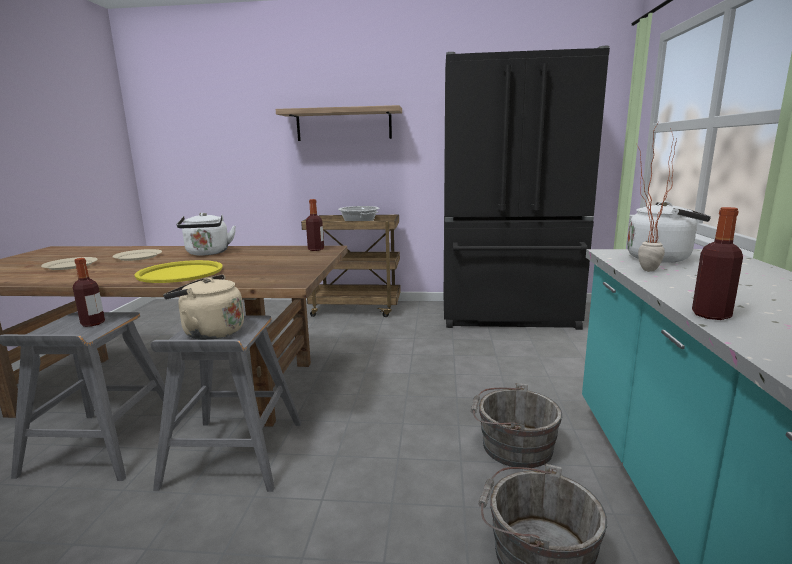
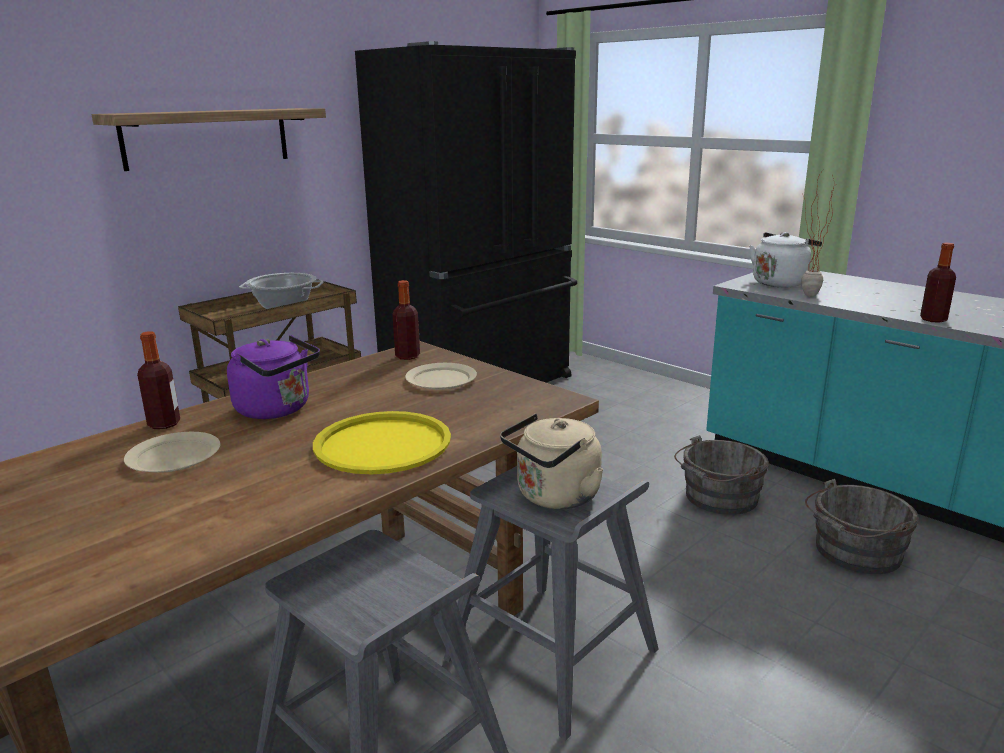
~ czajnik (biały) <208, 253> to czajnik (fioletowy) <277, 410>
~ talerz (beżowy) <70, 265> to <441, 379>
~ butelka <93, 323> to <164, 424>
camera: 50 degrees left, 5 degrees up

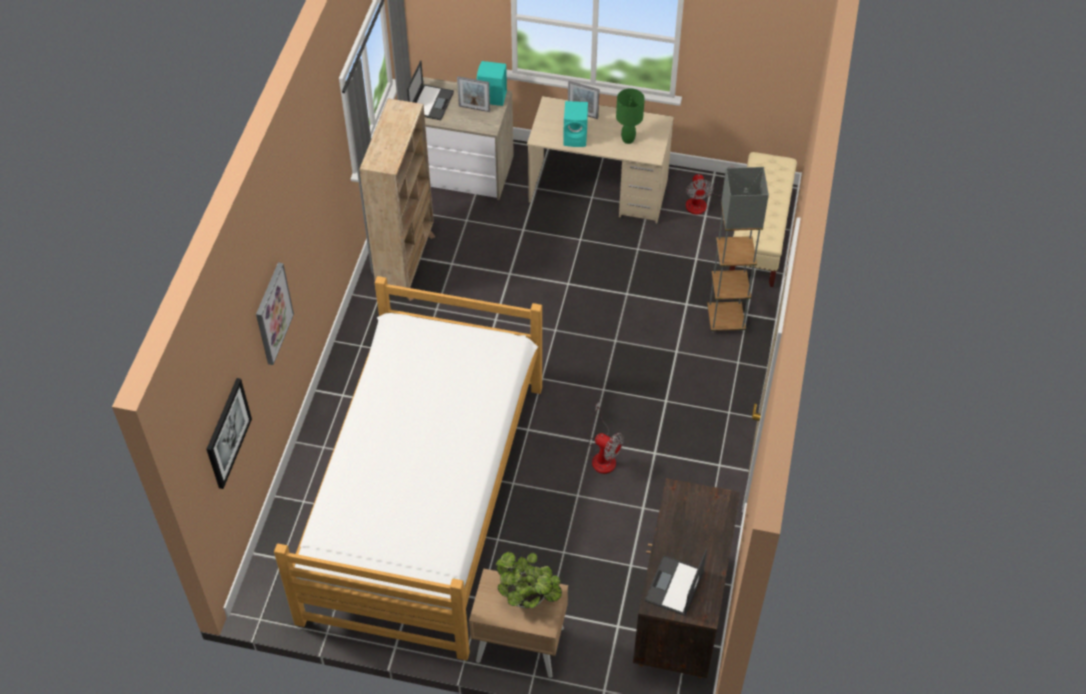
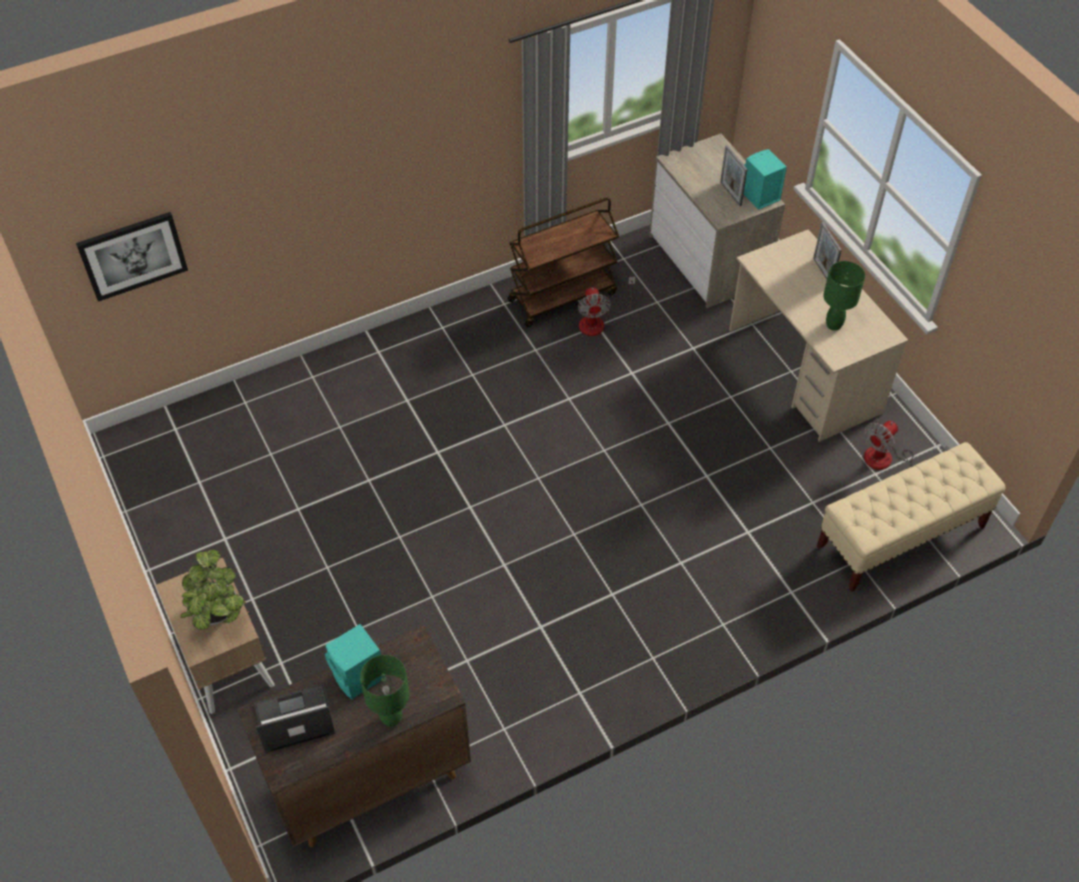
- laptop <431, 102>
~ regał (beżowy) <406, 264> to wózek (brązowy) <562, 296>
~ głośnik (turkusowy) <576, 137> to <359, 677>
- lampa stojąca (szary) <725, 320>
- obraz <272, 313>
- łóżko <424, 500>
~ wentylator <603, 455> to <598, 321>
+ lampa stołowa (zielony) <391, 719>
camera: 50 degrees right, 0 degrees up

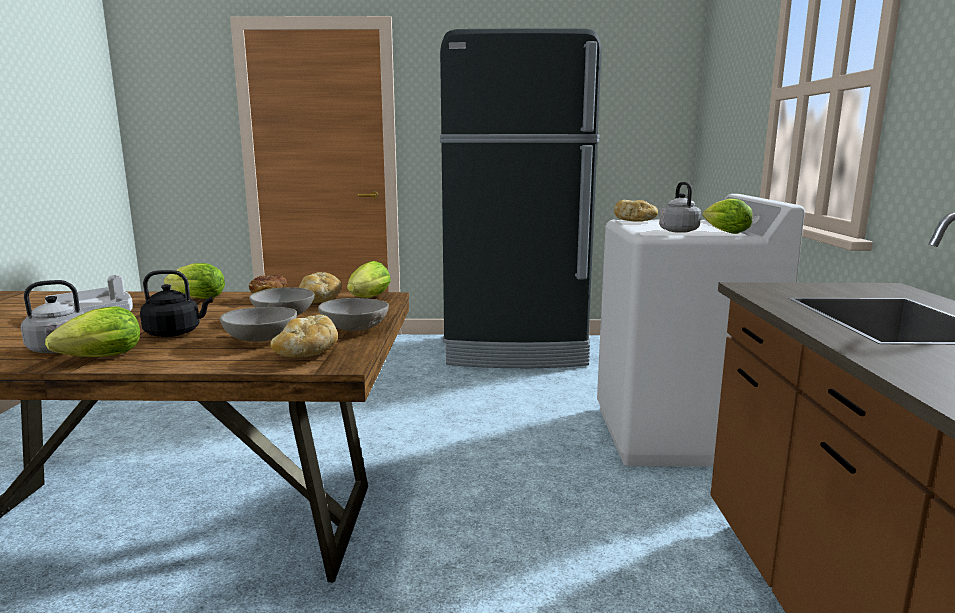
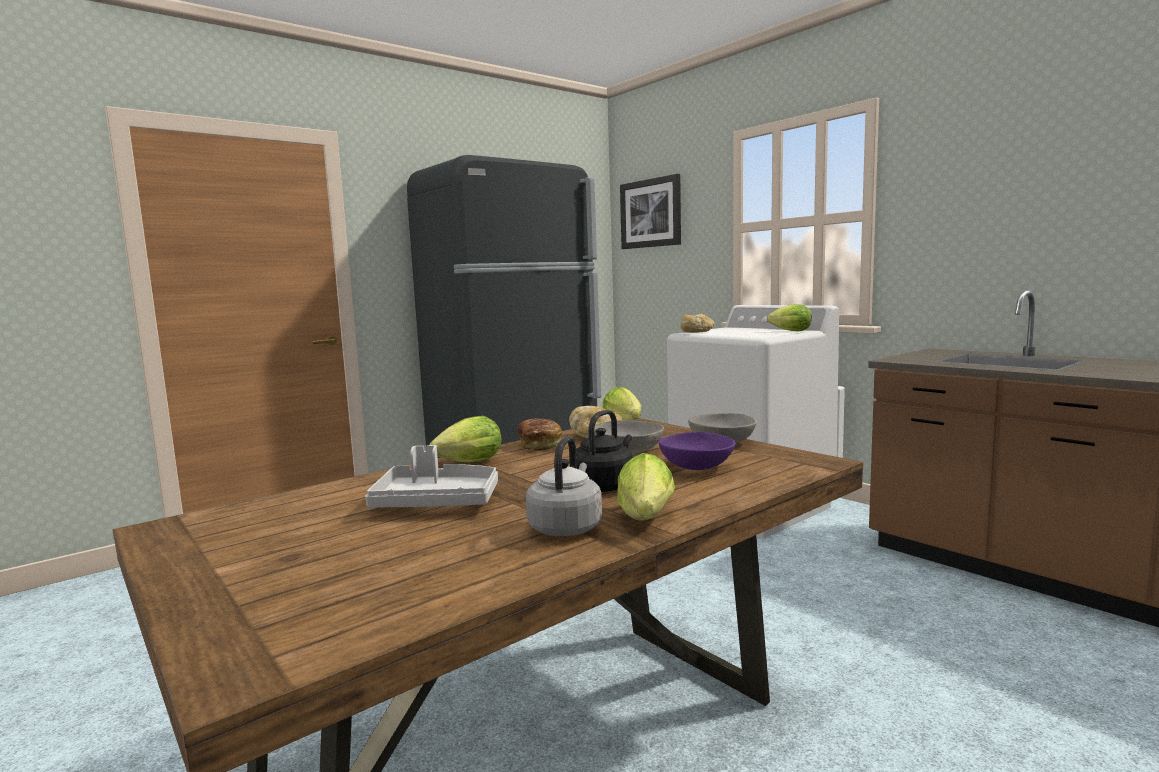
- czajnik (szary) <677, 231>
~ miska (szary) <260, 339> to miska (fioletowy) <696, 468>
- chleb <307, 354>
+ obraz <650, 213>
camera: 40 degrees left, 5 degrees down

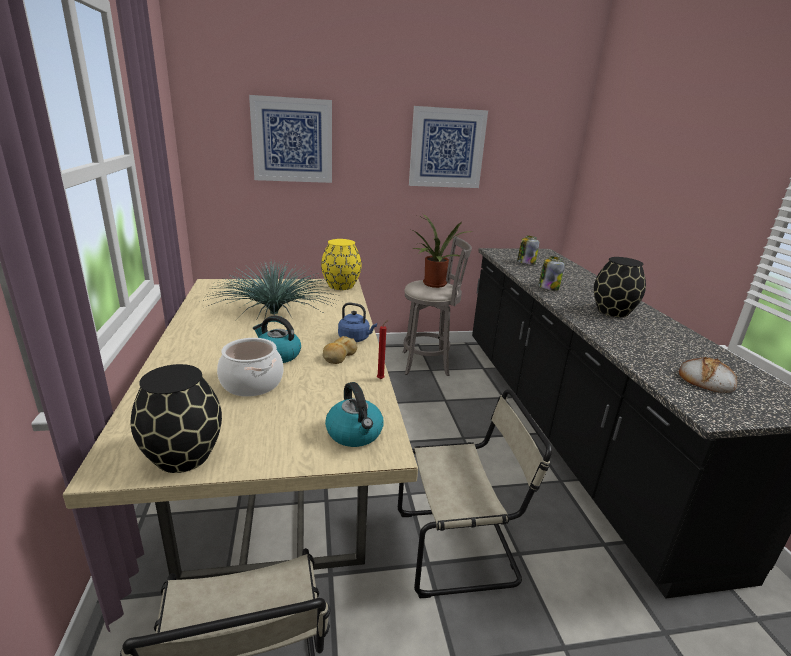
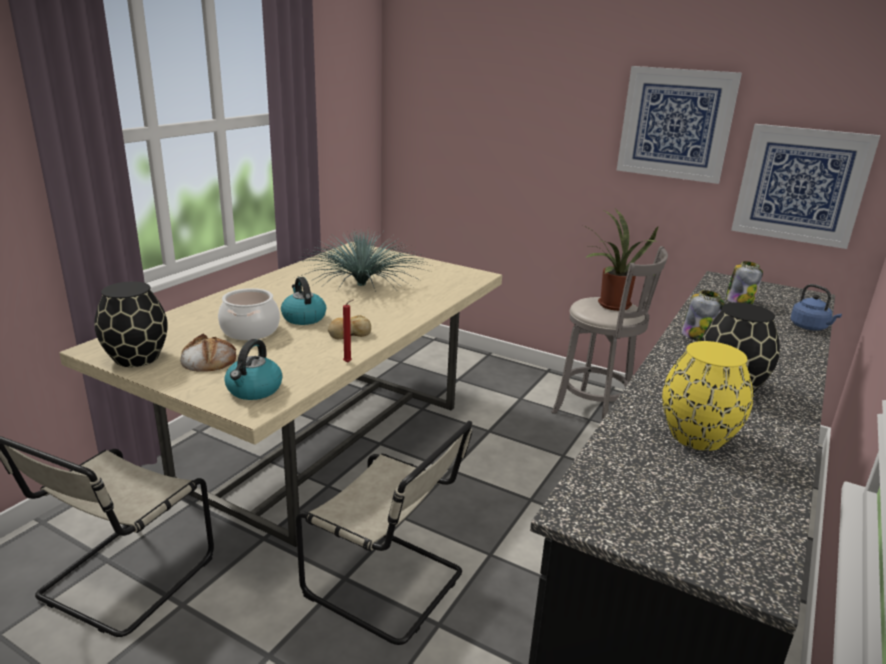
~ obraz <292, 140> to <801, 185>
~ wazon (żółty) <340, 286> to <696, 436>
~ czajnik (niebieski) <355, 339> to <810, 327>
~ chleb <705, 379> to <208, 359>
camera: 40 degrees right, 0 degrees up

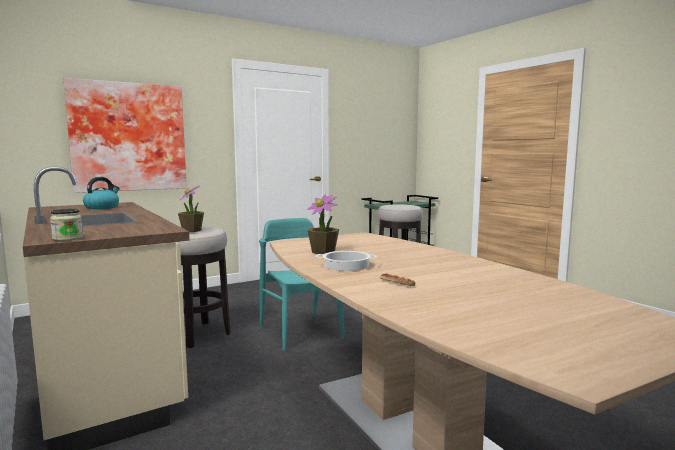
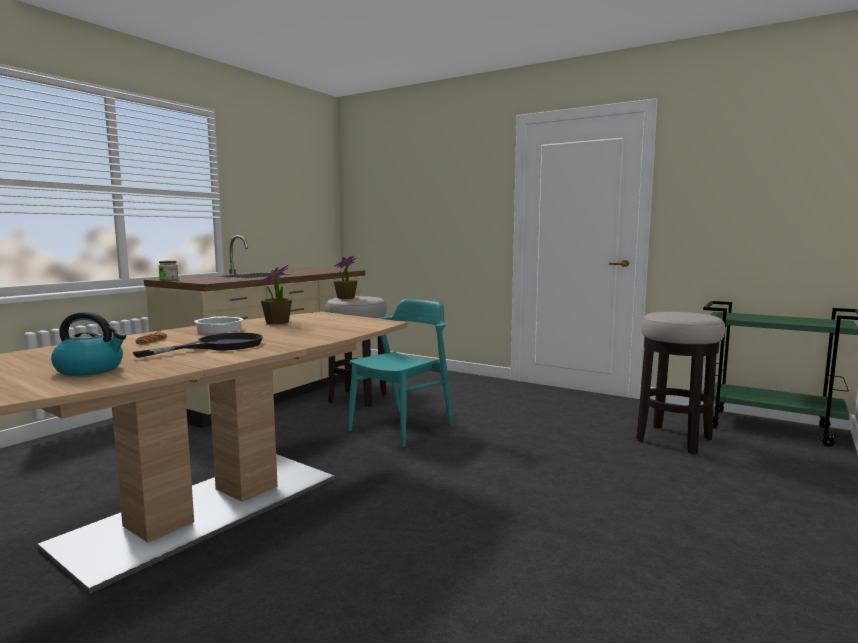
- obraz <128, 137>
~ czajnik <102, 207> to <91, 369>
+ patelnia (czarny) <218, 346>
camera: 65 degrees right, 0 degrees up

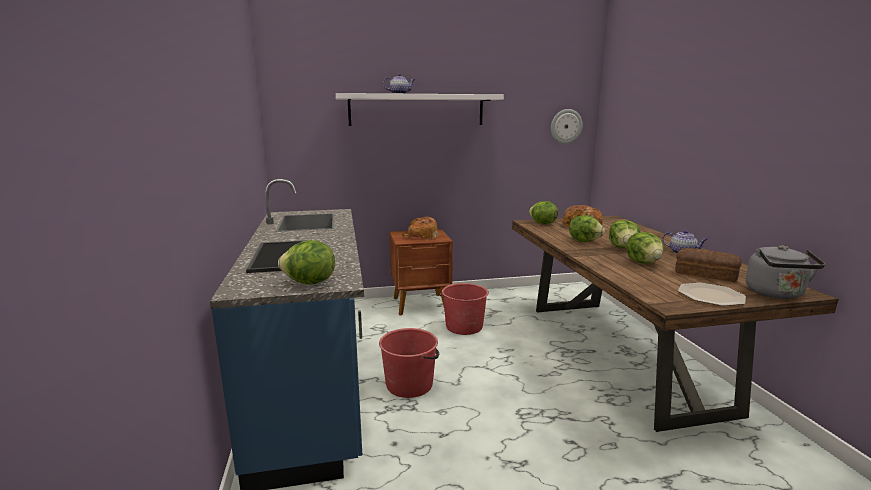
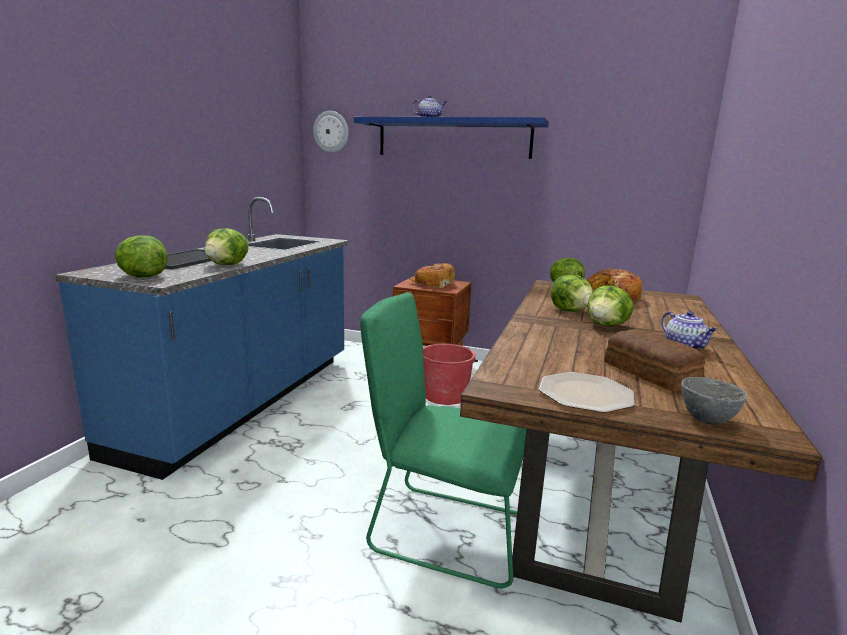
~ półka (biały) <417, 110> to półka (niebieski) <453, 138>
~ zegar ścienny <566, 126> to <331, 132>
~ sałata <644, 262> to <228, 265>
~ czajnik (szary) <776, 294> to miska (szary) <706, 420>
- wiadro (czerwony) <410, 384>
+ krzesło (zielony) <443, 530>
camera: 30 degrees right, 0 degrees up

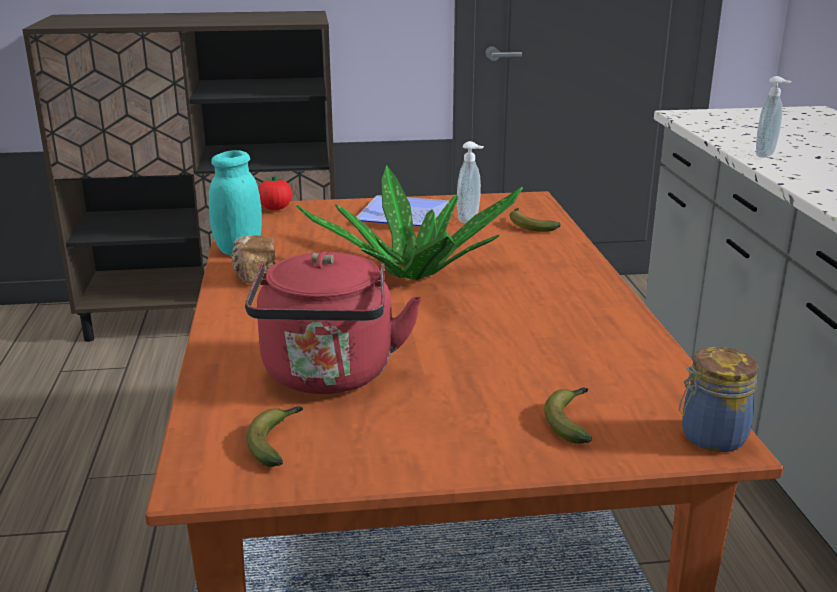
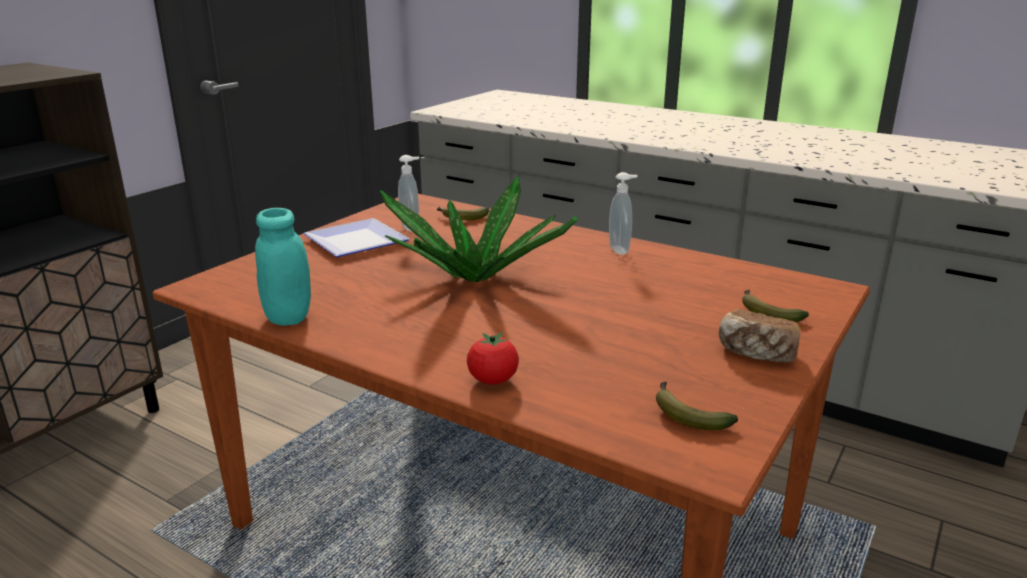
~ dozownik mydła <767, 155> to <620, 250>
~ pomidor <275, 209> to <493, 380>
~ chleb <254, 274> to <756, 353>
- czajnik (czerwony) <328, 377>
- słoik <710, 437>
camera: 50 degrees left, 0 degrees up

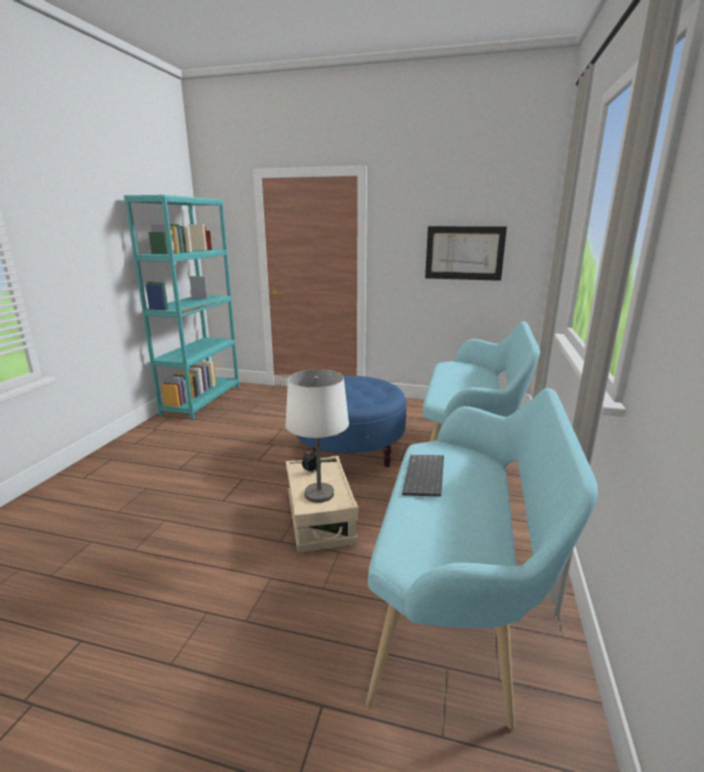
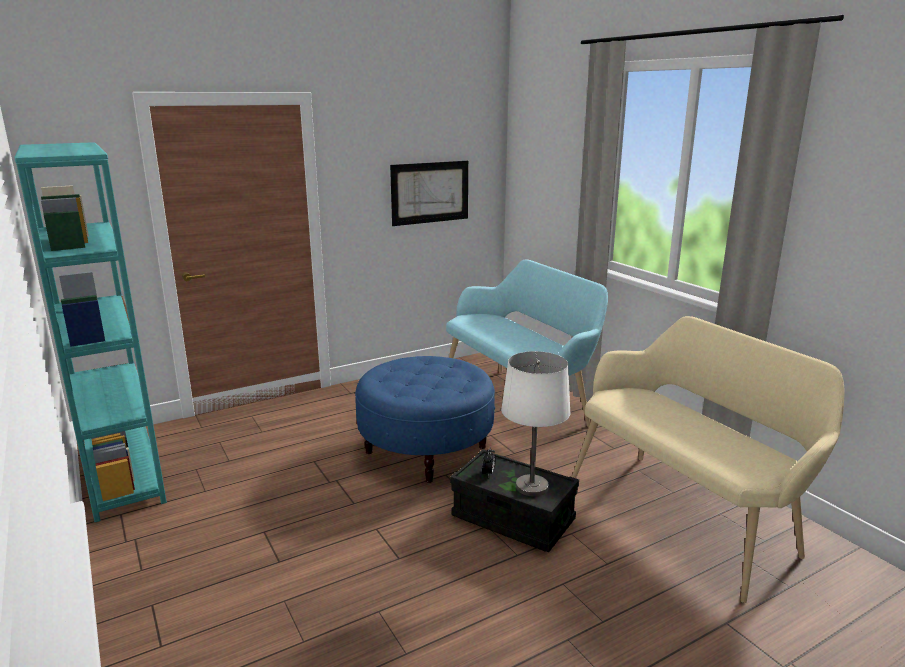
~ ławka (turkusowy) <460, 602> to ławka (beżowy) <687, 514>
- klawiatura <425, 477>
~ pojemnik do przechowywania (beżowy) <320, 518> to pojemnik do przechowywania (czarny) <513, 519>
camera: 45 degrees left, 0 degrees up

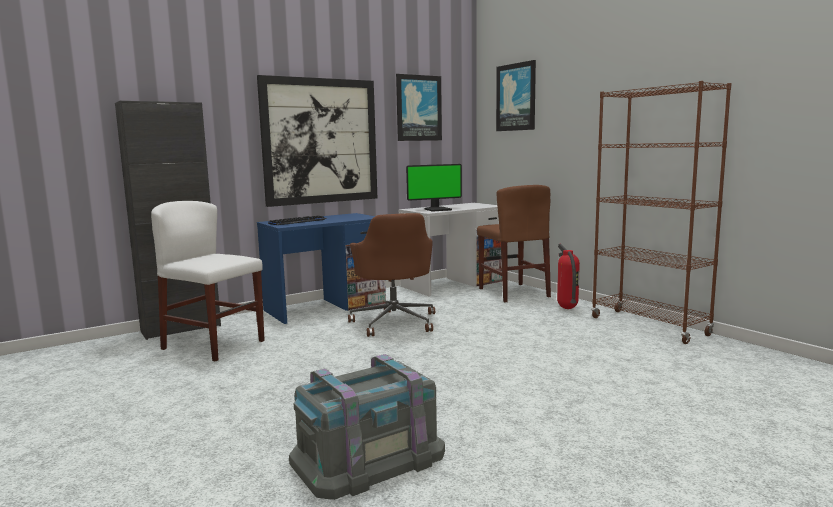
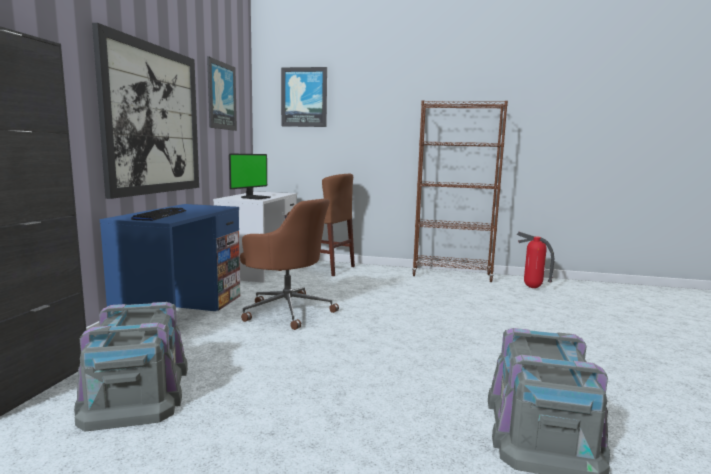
~ krzesło (biały) <214, 345> to pojemnik do przechowywania (szary) <136, 390>
~ gaśnica <566, 308> to <532, 287>
camera: 45 degrees left, 0 degrees up

